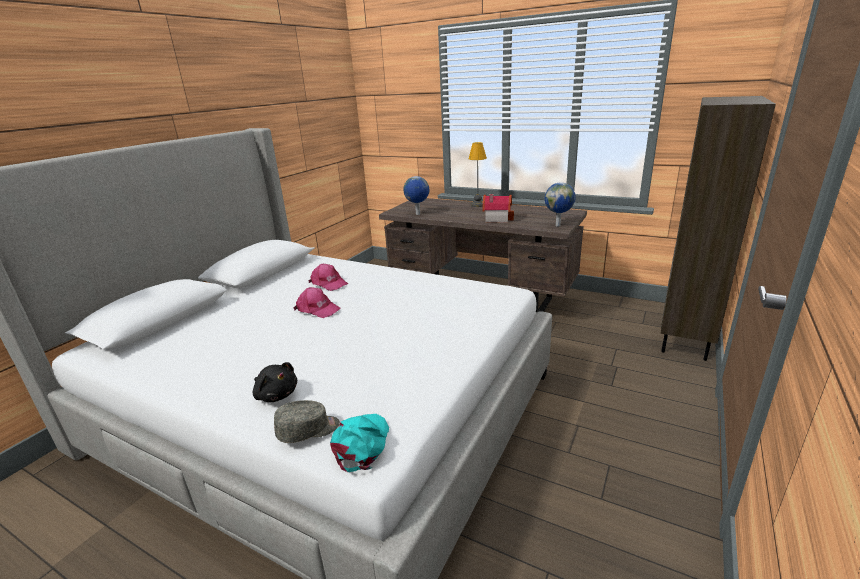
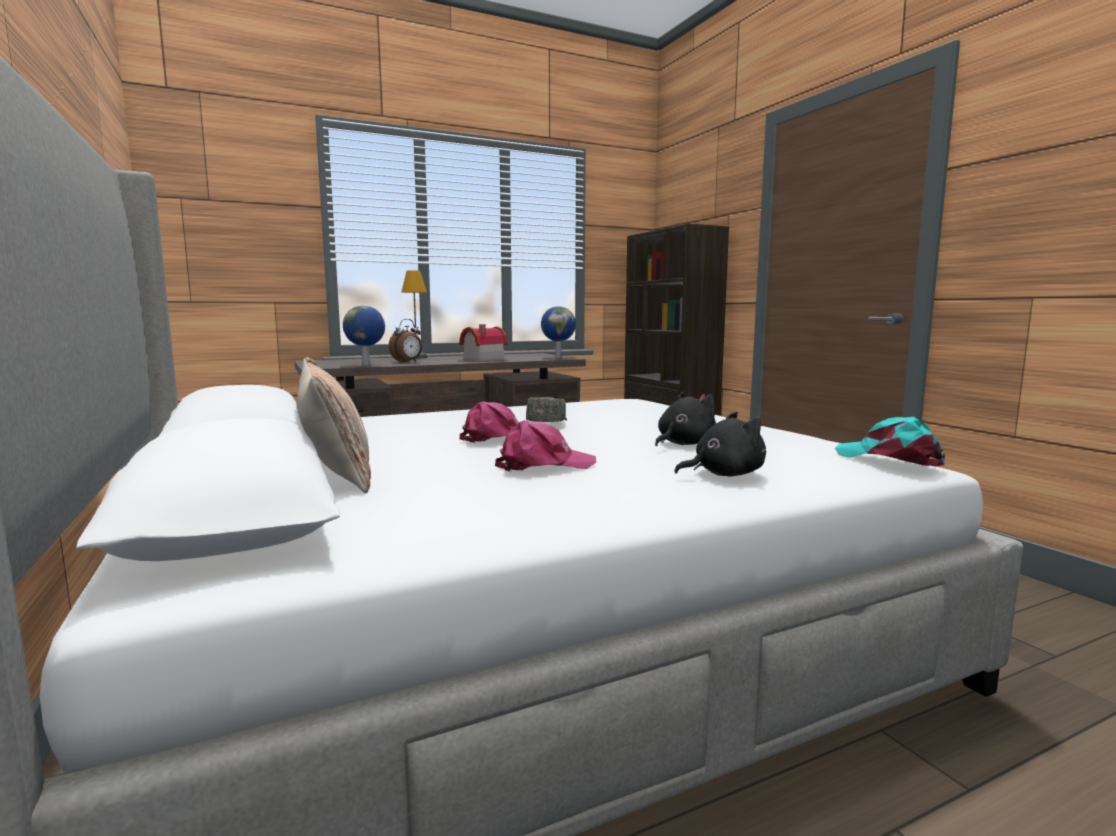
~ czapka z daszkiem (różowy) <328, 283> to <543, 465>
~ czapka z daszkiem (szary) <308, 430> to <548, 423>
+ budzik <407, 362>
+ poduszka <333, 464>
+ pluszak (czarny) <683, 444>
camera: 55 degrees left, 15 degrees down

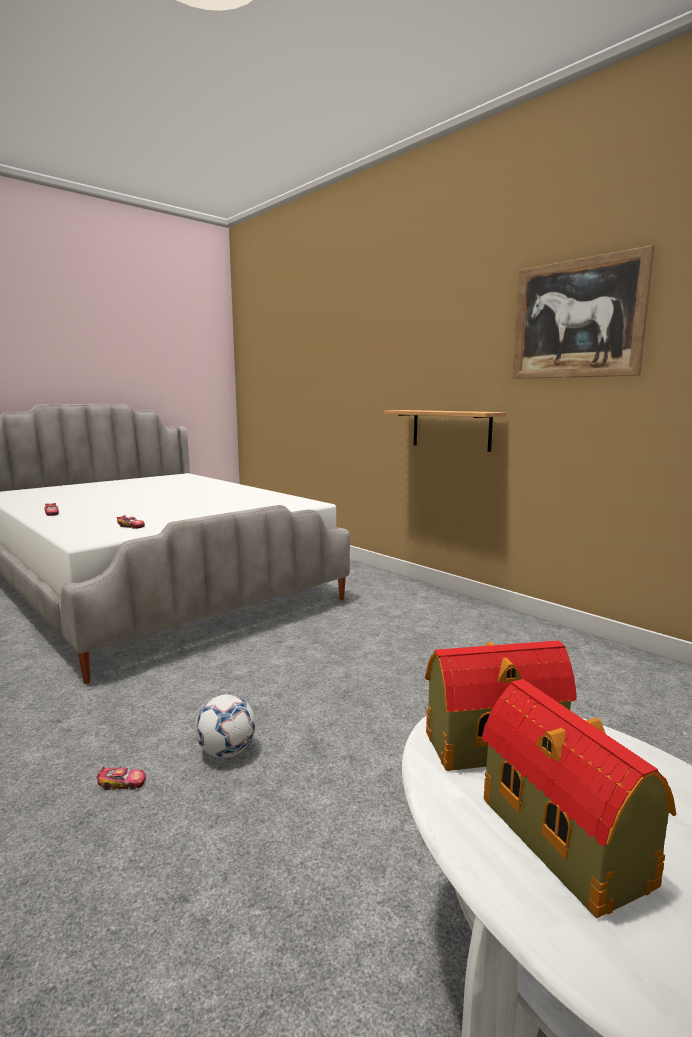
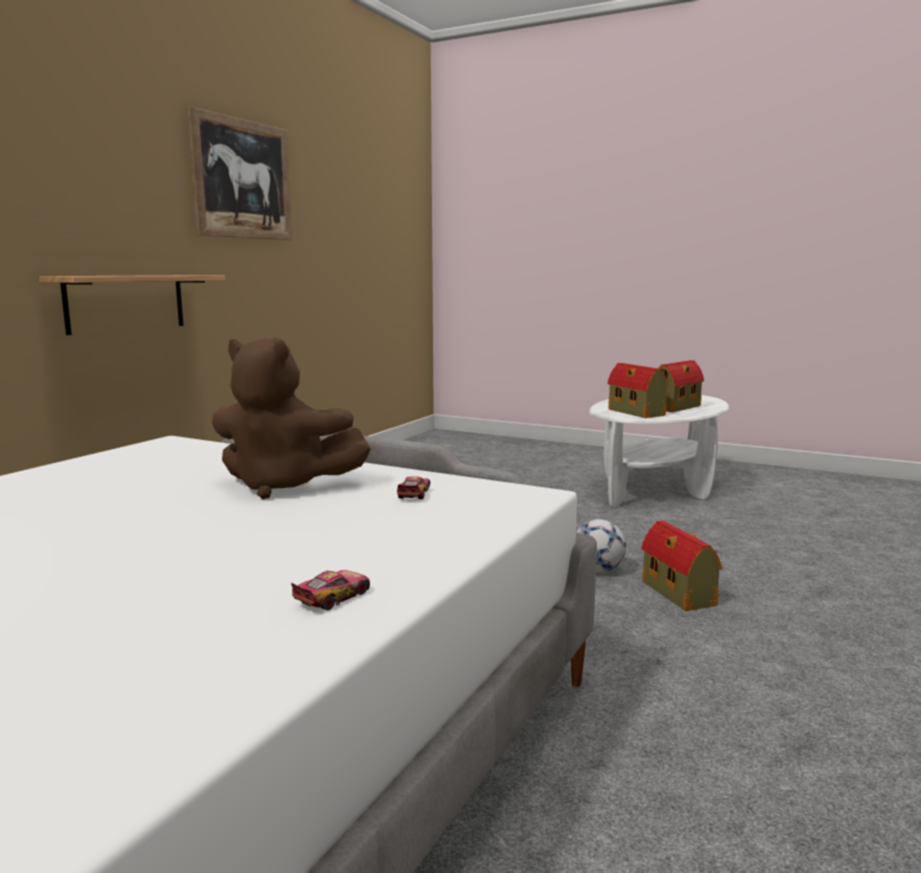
~ samochodzik <123, 783> to domek <679, 594>
+ pluszak (brązowy) <284, 486>
camera: 110 degrees left, 0 degrees up

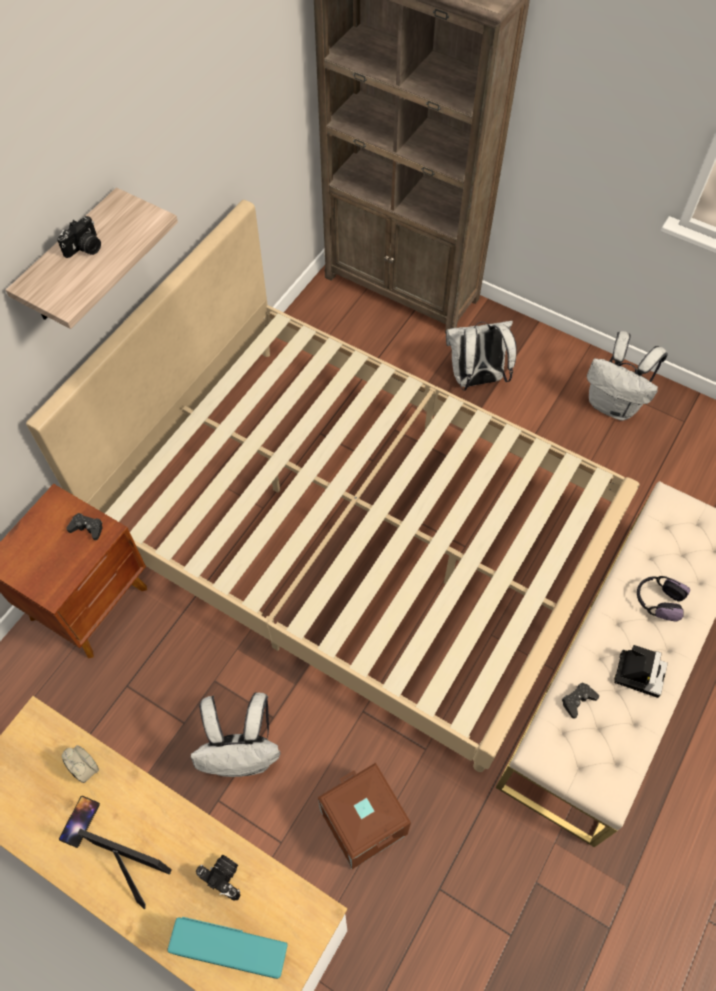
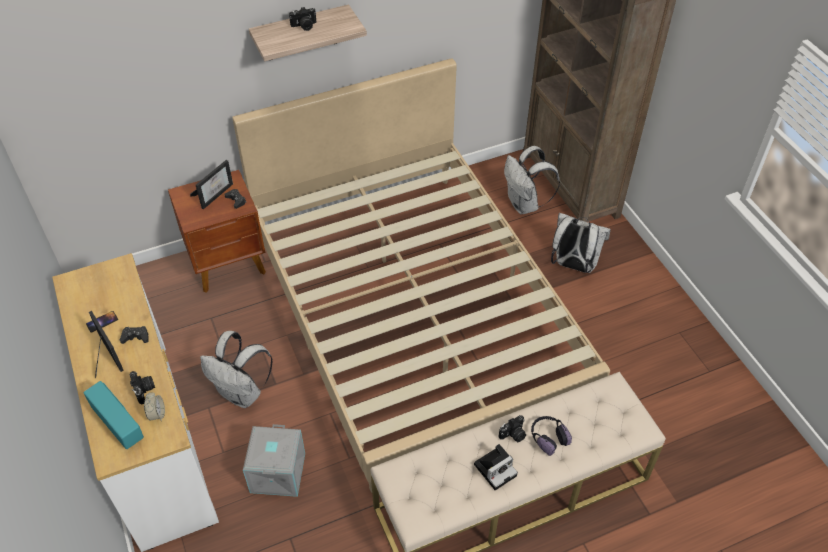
~ plecak (biały) <613, 405> to <525, 204>
~ pad do gier (czarny) <578, 700> to <135, 337>
~ budzik <85, 768> to <157, 414>
~ pojemnik do przechowywania (brązowy) <362, 822> to pojemnik do przechowywania (szary) <276, 472>
+ ramka na zdjęcie <214, 193>
+ aparat fotograficzny <513, 435>
camera: 35 degrees right, 10 degrees down

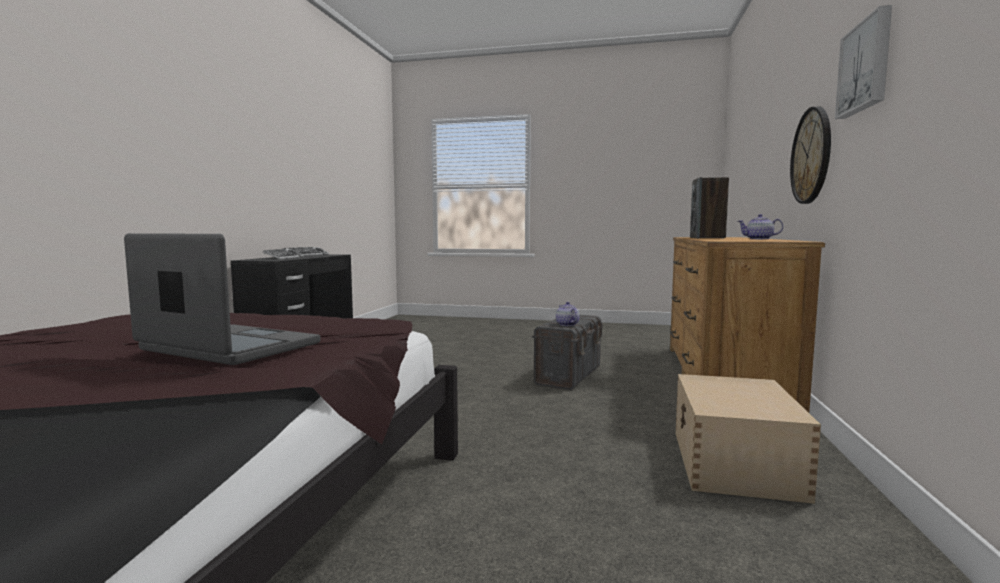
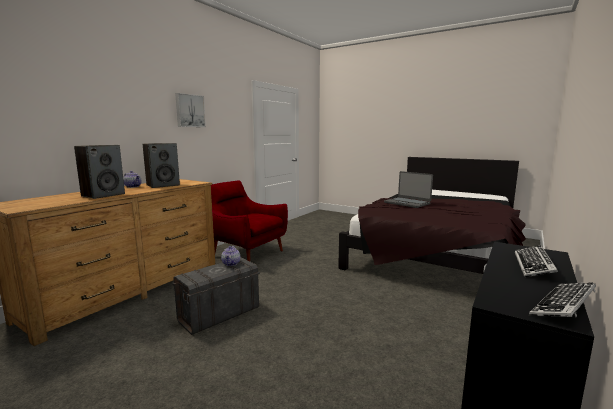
- zegar ścienny <811, 156>
~ pojemnik do przechowywania (beżowy) <734, 464> to fotel (czerwony) <245, 253>
+ głośnik <163, 185>
camera: 160 degrees left, 5 degrees up

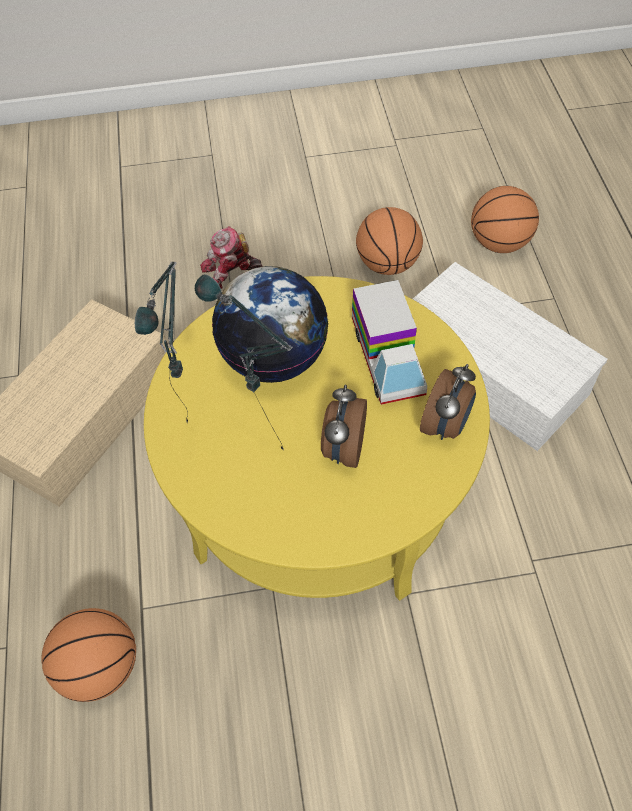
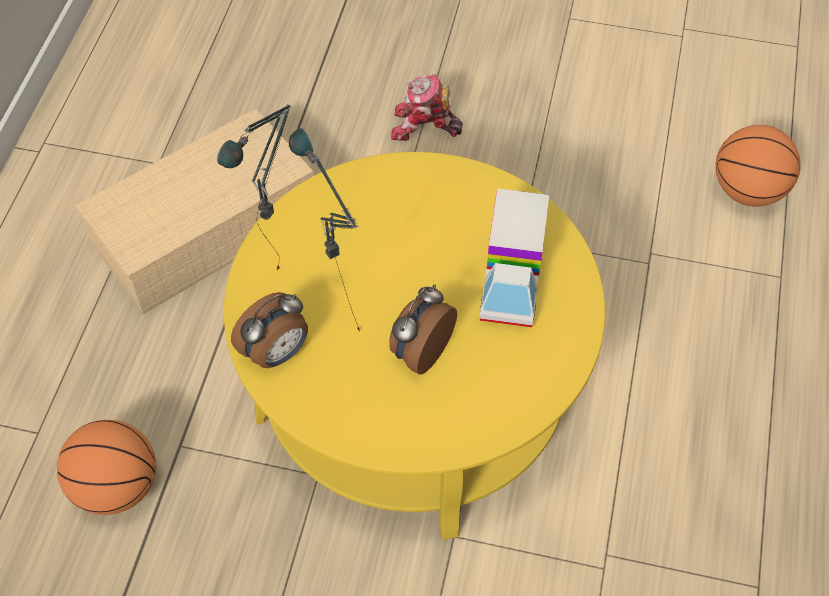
- piłka do koszykówki <387, 264>
- pojemnik do przechowywania (biały) <493, 372>
- globus <274, 358>
~ budzik <446, 425> to <277, 353>
camera: 20 degrees right, 0 degrees up

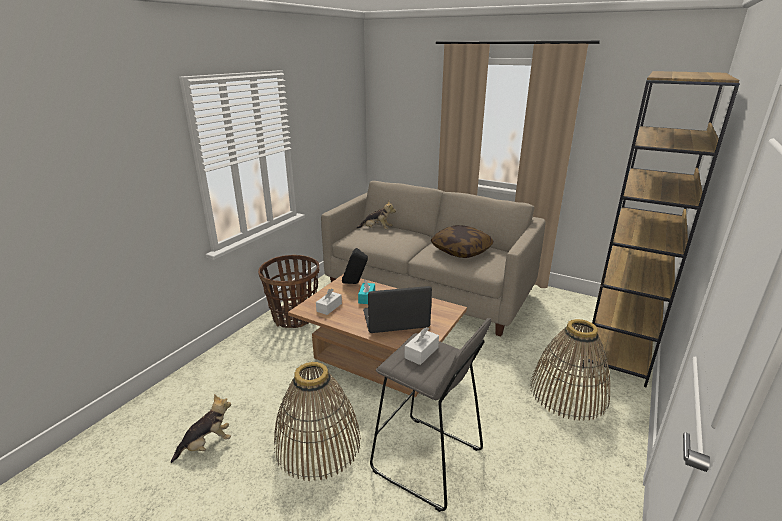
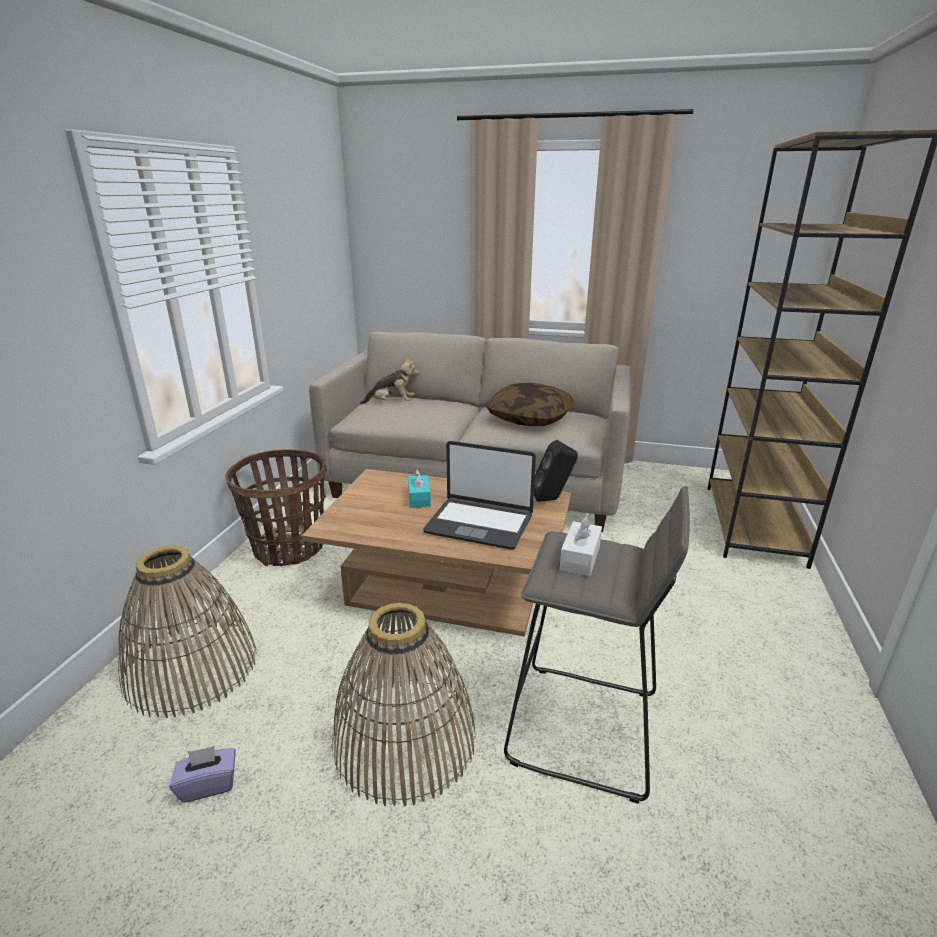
~ głośnik (czarny) <355, 283> to <552, 499>
~ laptop <396, 320> = <479, 524> 135 degrees counterclockwise
- pudełko chusteczek (biały) <329, 307>
~ koszyk <568, 393> to <191, 668>
~ pluszak <207, 445> to pudełko chusteczek (fioletowy) <208, 784>
camera: 15 degrees left, 0 degrees up

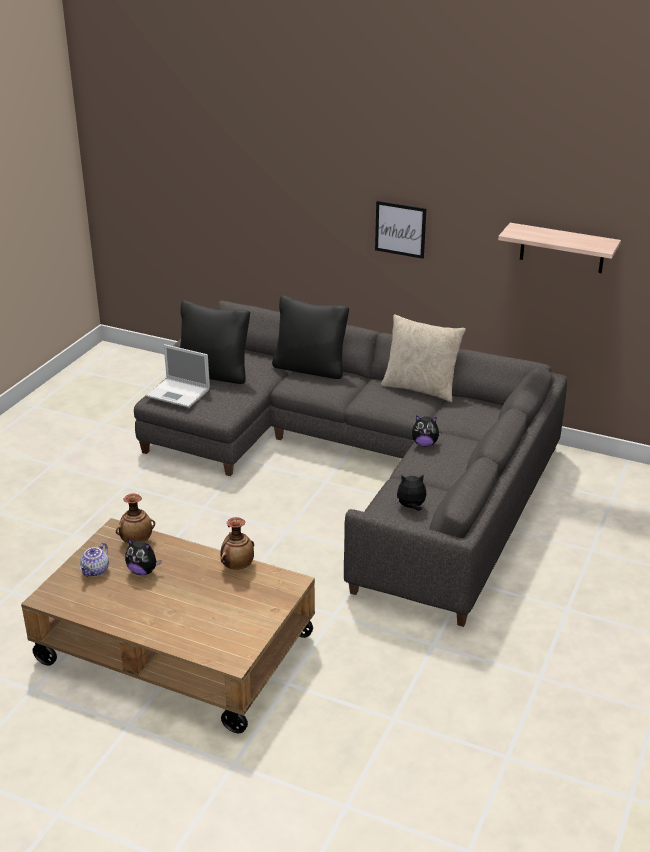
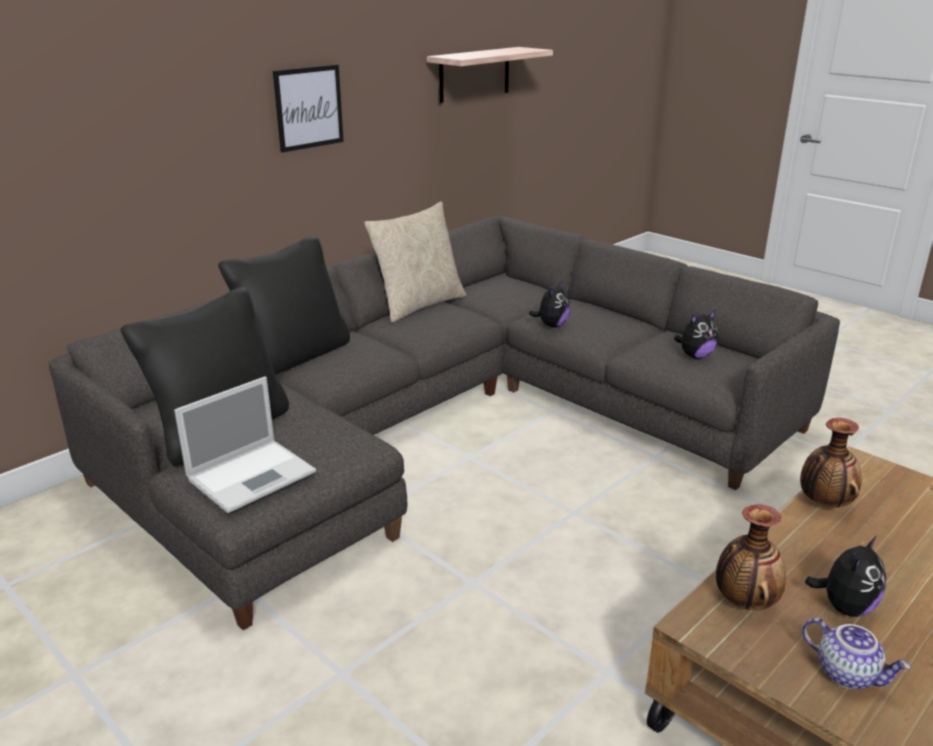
~ pluszak <411, 507> = <695, 356> 135 degrees counterclockwise
camera: 70 degrees left, 5 degrees down

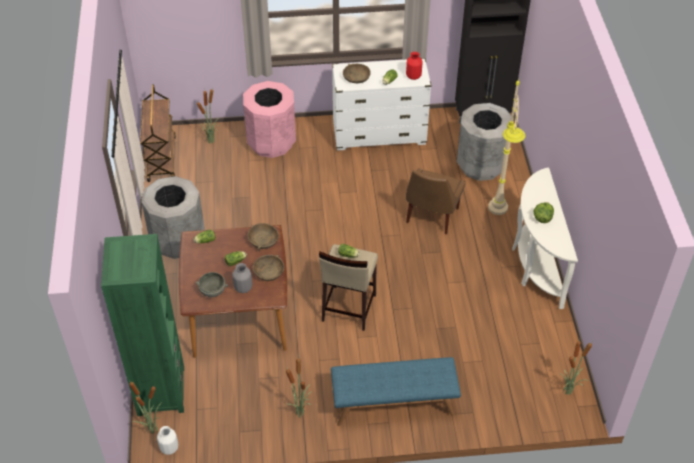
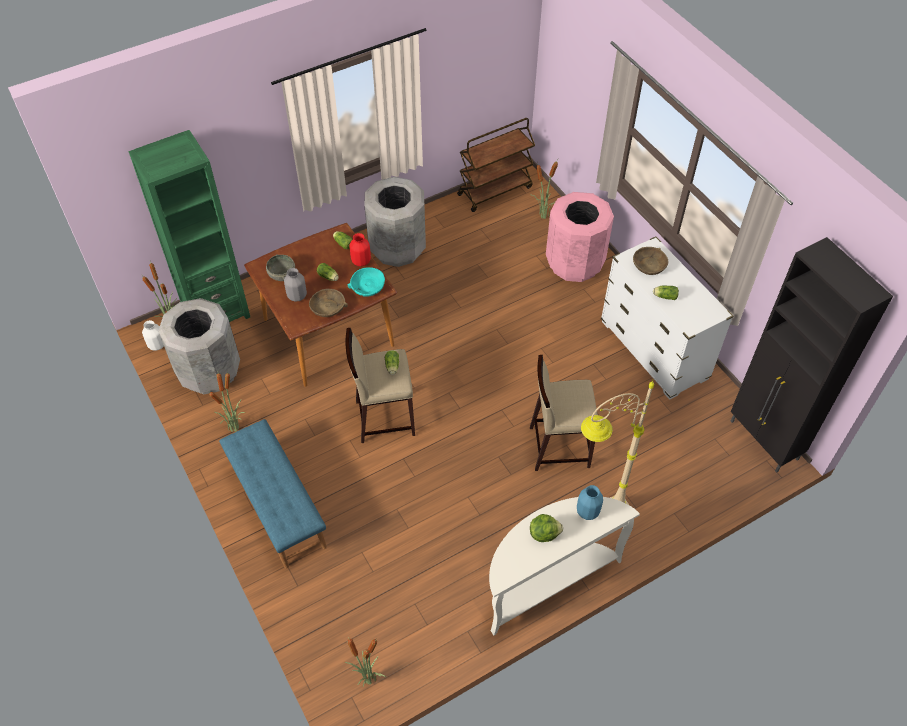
~ wazon (czerwony) <413, 76> to <361, 261>
~ kosz na śmieci (szary) <481, 165> to <209, 372>
~ krzesło (brązowy) <431, 217> to stołek (beżowy) <558, 446>
~ miska (brązowy) <263, 240> to miska (turkusowy) <367, 286>
+ wazon (niebieski) <587, 511>
camera: 65 degrees right, 5 degrees up

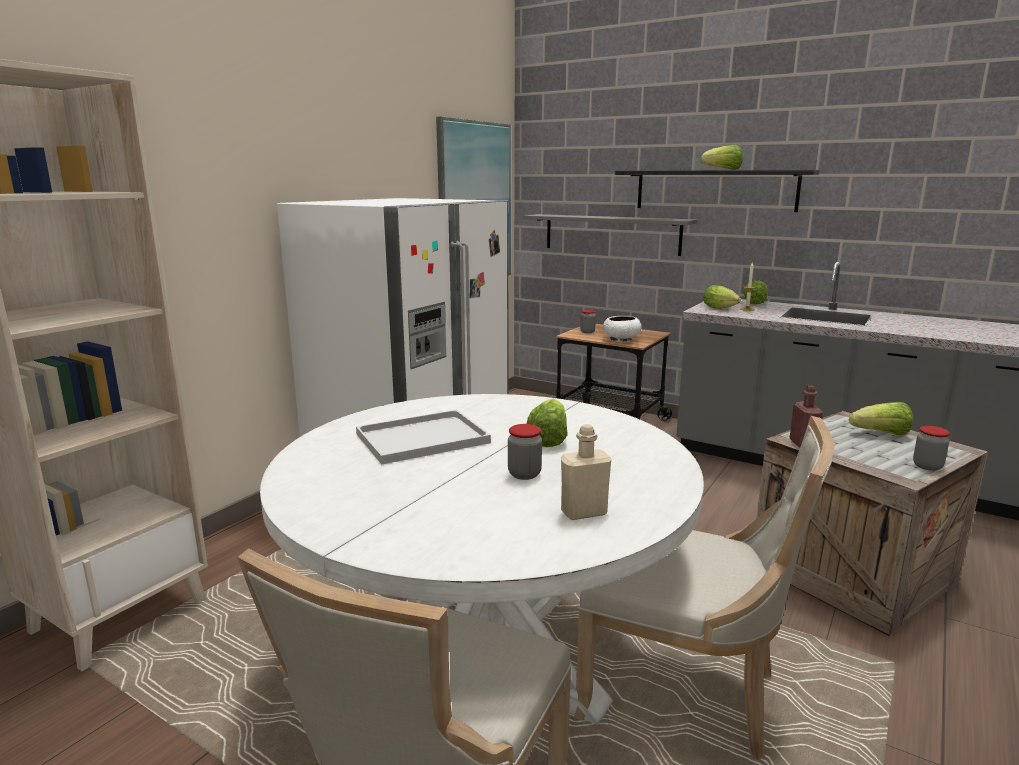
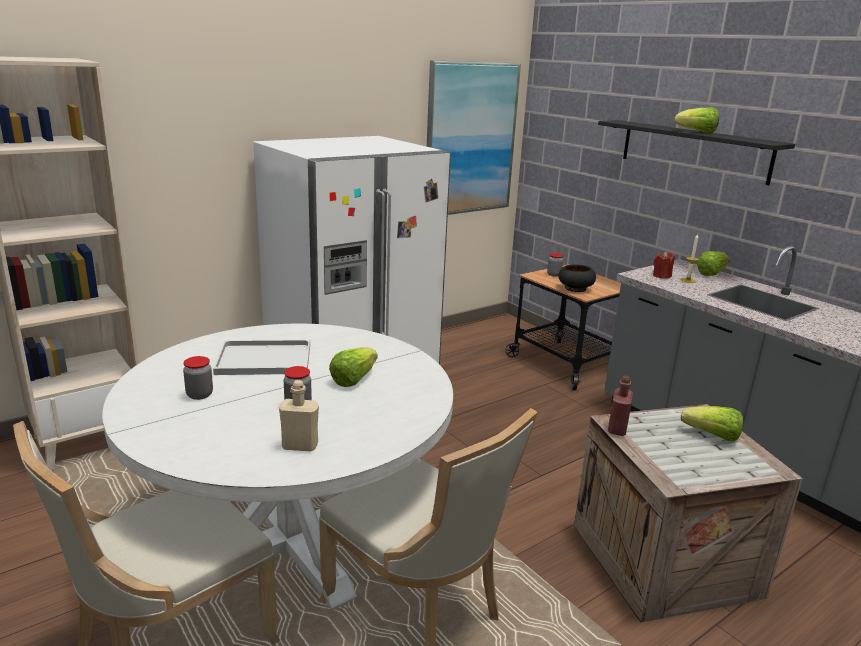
- półka (szary) <611, 234>
~ sałata <721, 309> to świeca (czerwony) <661, 276>
~ miska (biały) <621, 340> to miska (czarny) <575, 288>
~ słoik <927, 466> to <199, 395>
camera: 20 degrees right, 5 degrees up

